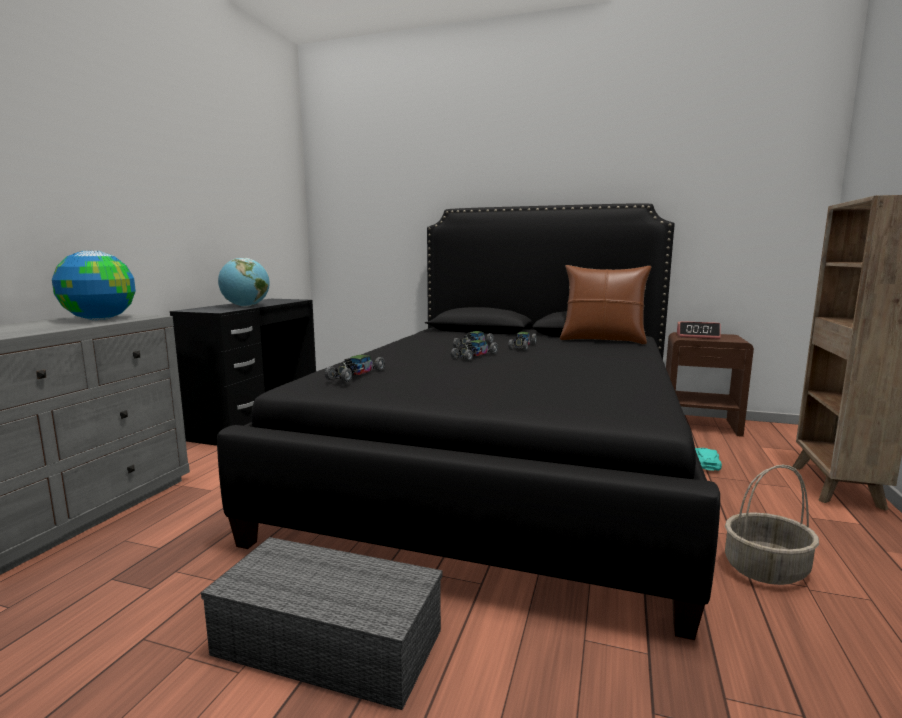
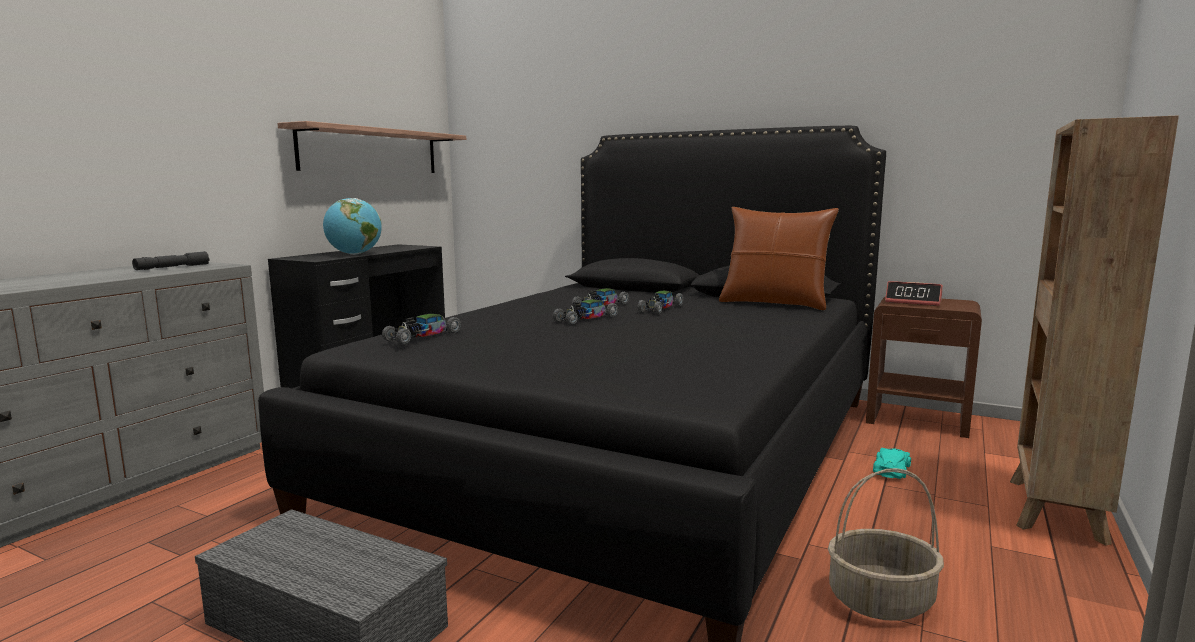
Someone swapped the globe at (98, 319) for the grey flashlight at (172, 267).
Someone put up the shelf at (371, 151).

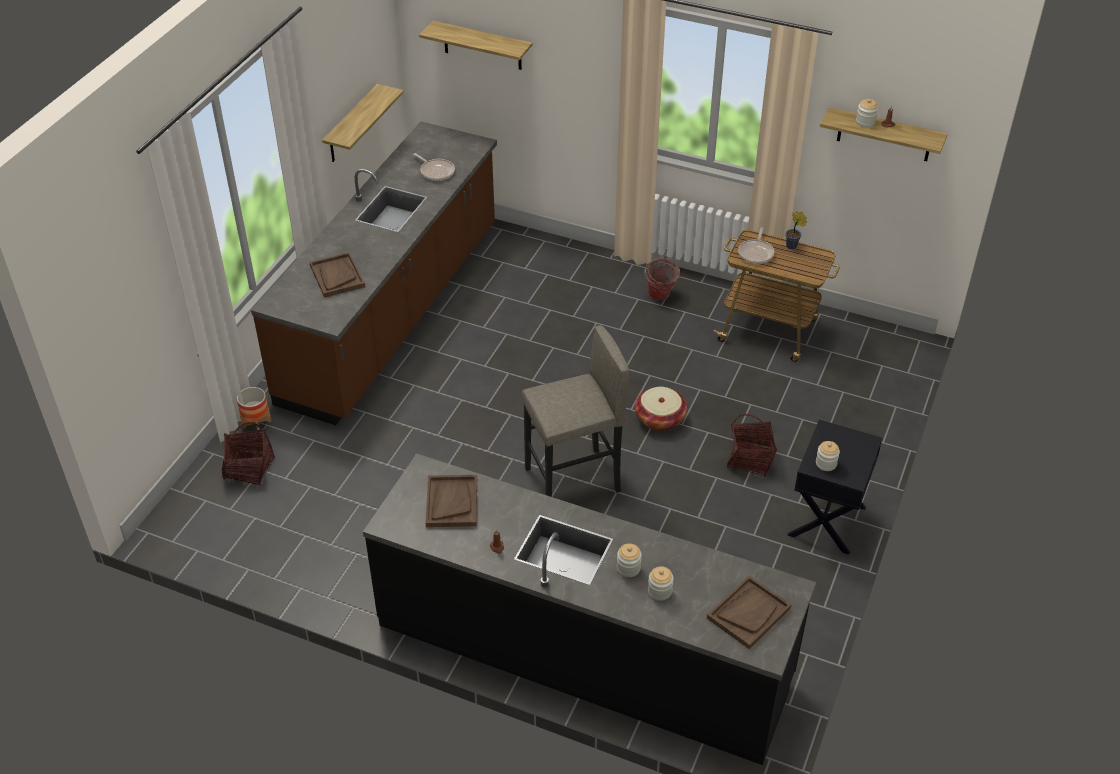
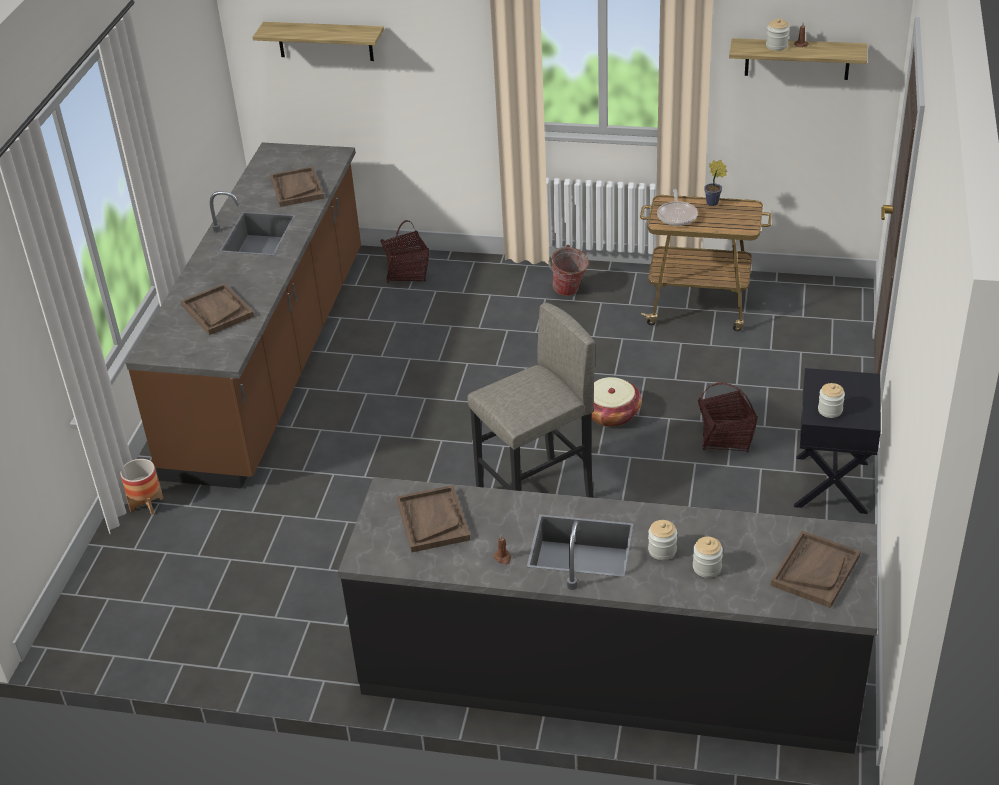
Someone swapped the frying pan at (436, 171) for the brown tray at (297, 188).
Someone carried the basket from (249, 469) to (407, 272).
Someone took away the shelf at (351, 125).

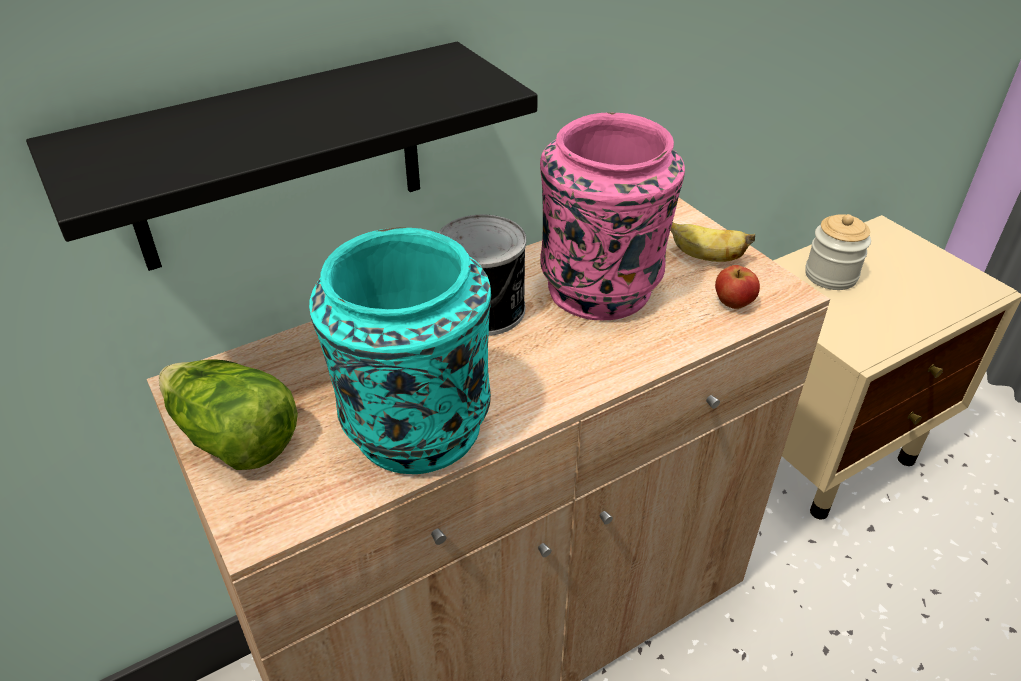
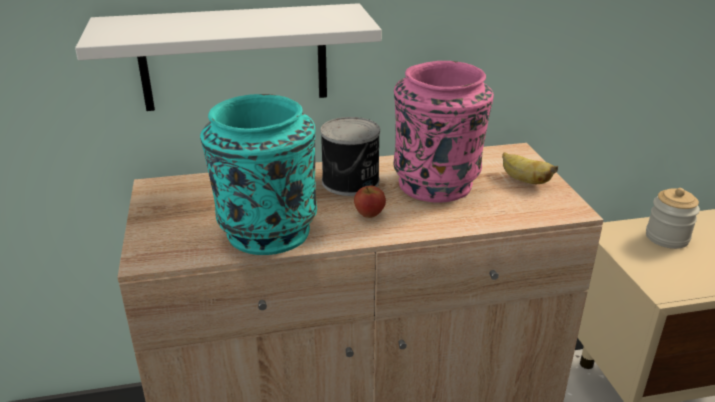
Someone repainted the black shelf at (278, 158), which became the white shelf at (234, 58).
Someone carried the apple from (733, 303) to (370, 214).
Someone took away the lettuce at (233, 438).

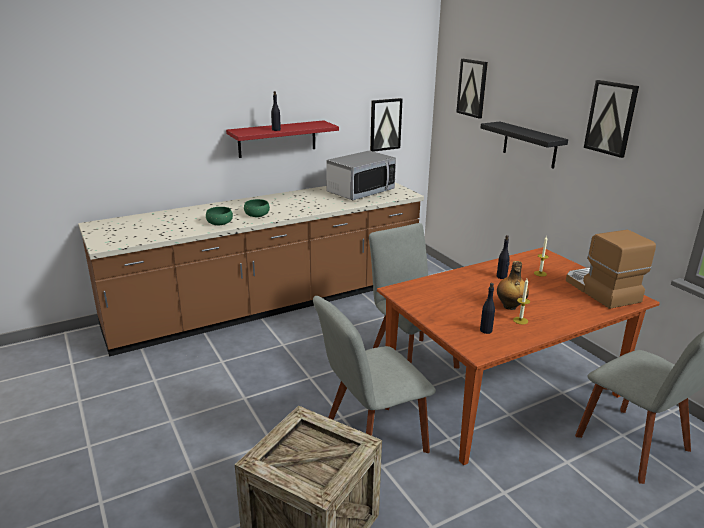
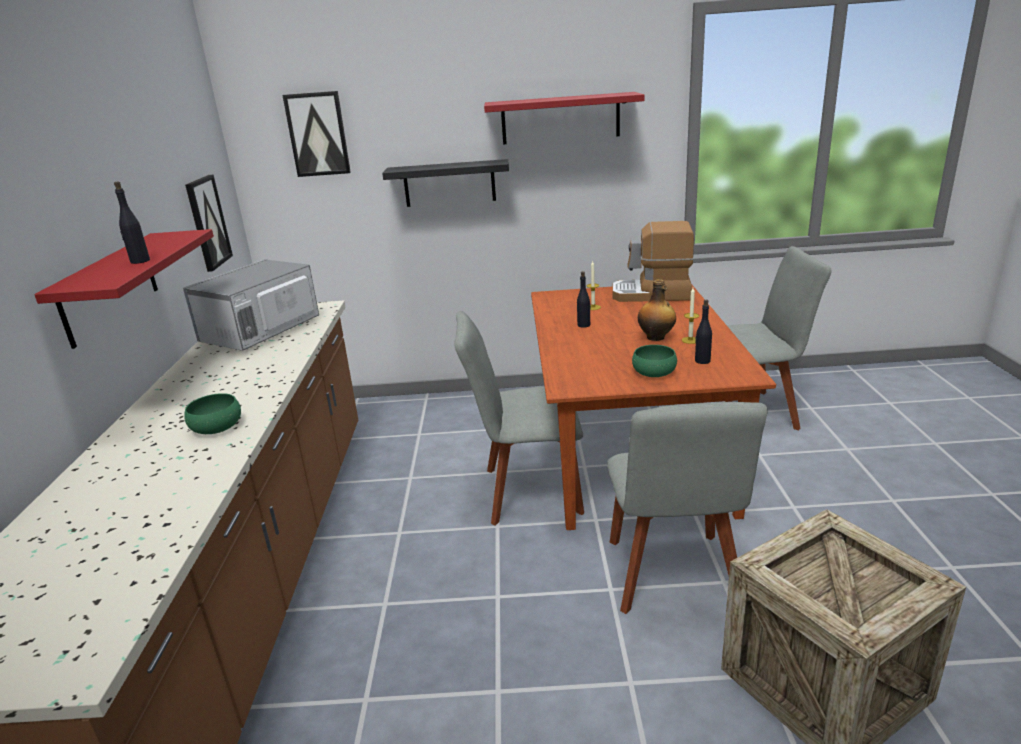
Someone rotated the microwave at (360, 192) by 135 degrees counterclockwise.
Someone swapped the picture at (611, 118) for the red shelf at (560, 118).
Someone carried the green bowl from (220, 223) to (654, 372).

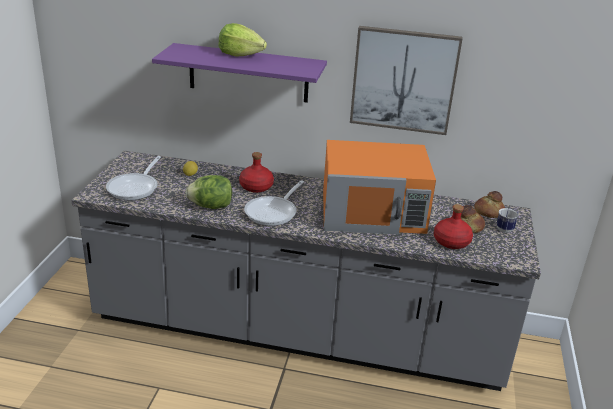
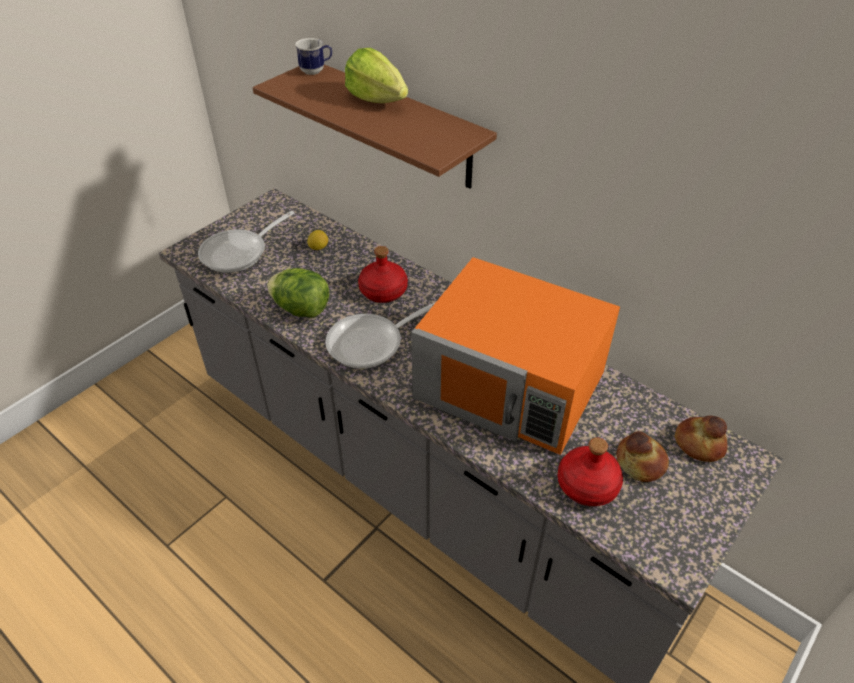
Someone repainted the purple shelf at (248, 73), which became the brown shelf at (398, 125).
Someone carried the mug from (506, 229) to (316, 71).
Someone took away the picture at (404, 80).

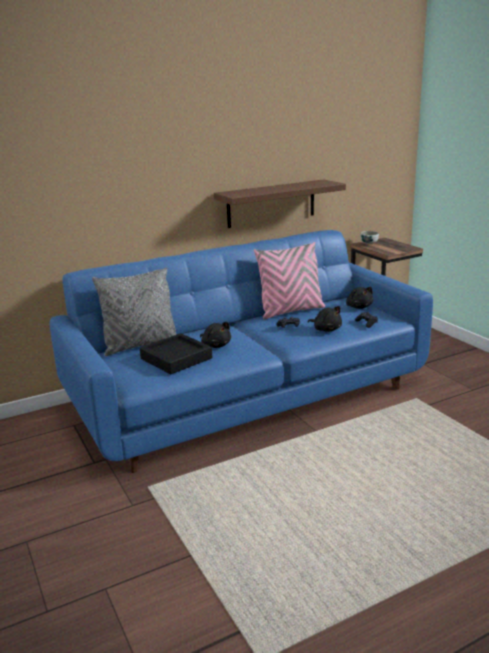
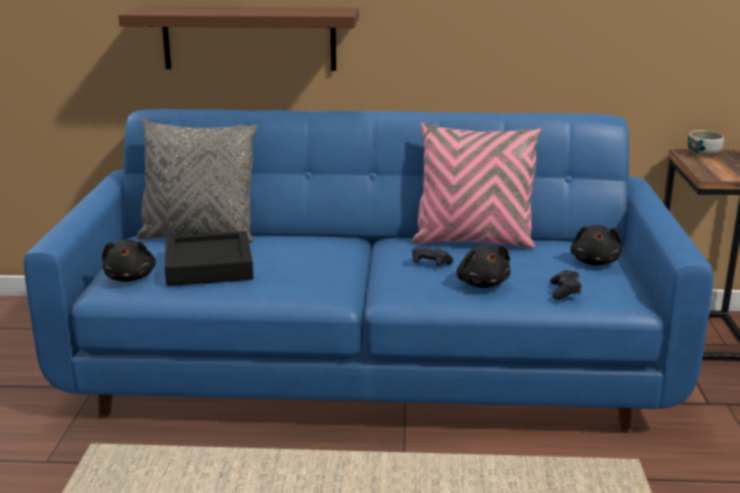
Someone carried the black plush toy from (215, 345) to (130, 277).
Someone carried the brown shelf from (271, 203) to (249, 38).

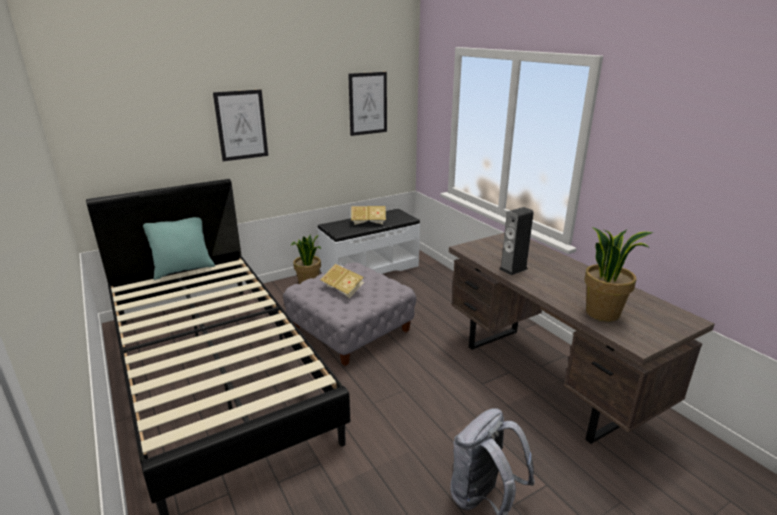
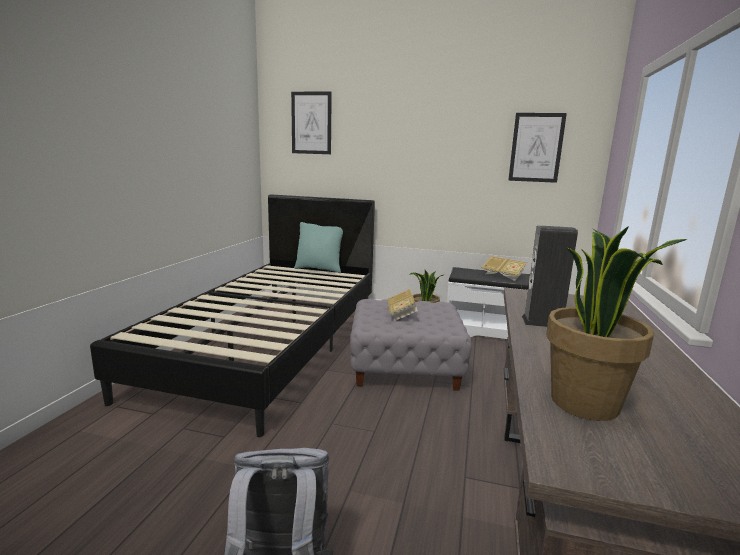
Someone carried the picture from (241, 125) to (311, 123).

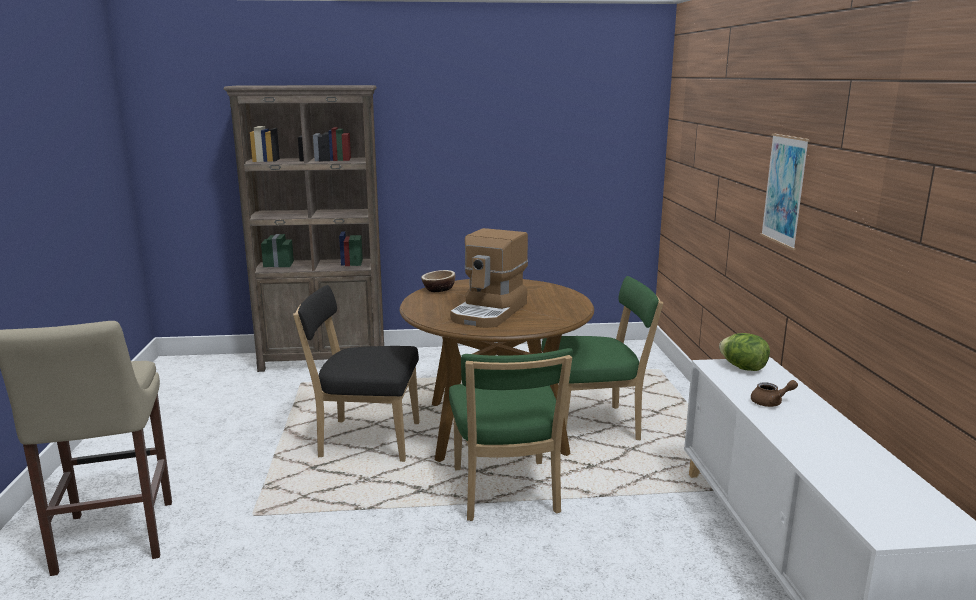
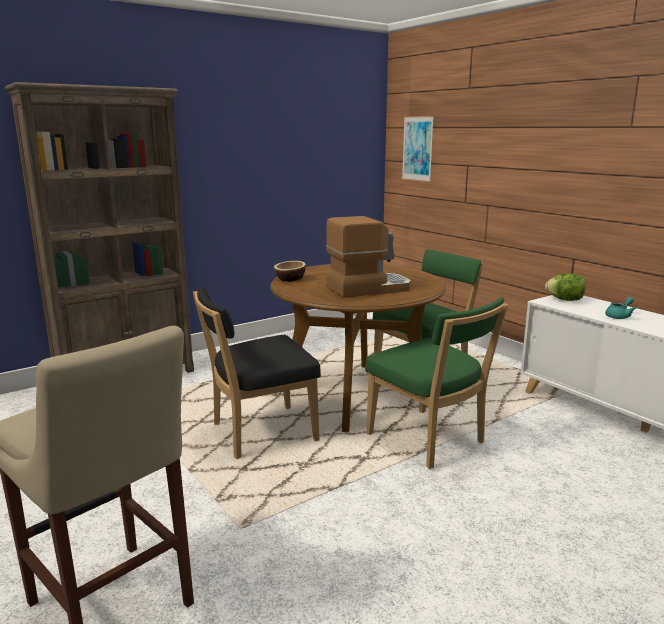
Someone rotated the coffee machine at (490, 312) by 105 degrees counterclockwise.
Someone carried the picture from (784, 190) to (417, 148).
Someone repainted the brown teapot at (771, 402), which became the turquoise teapot at (619, 316).

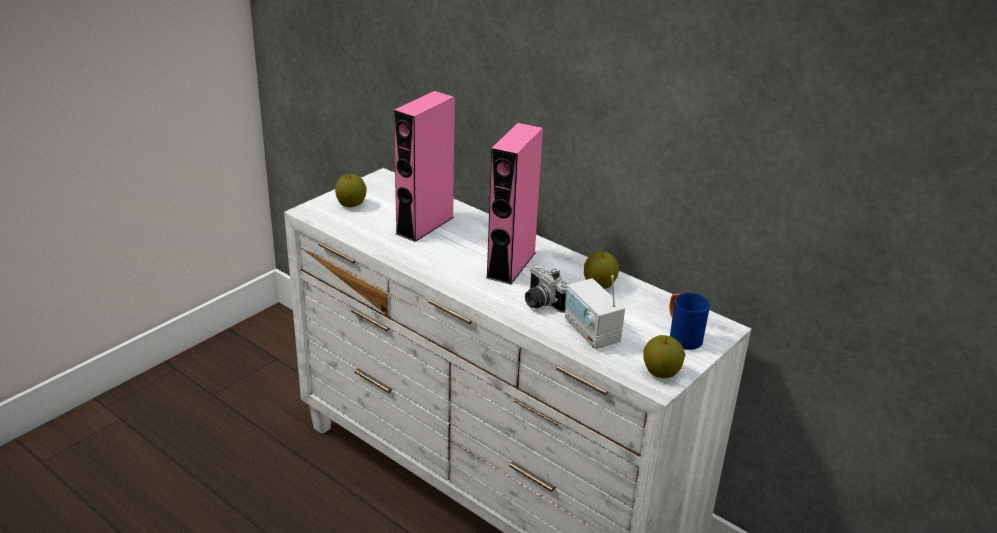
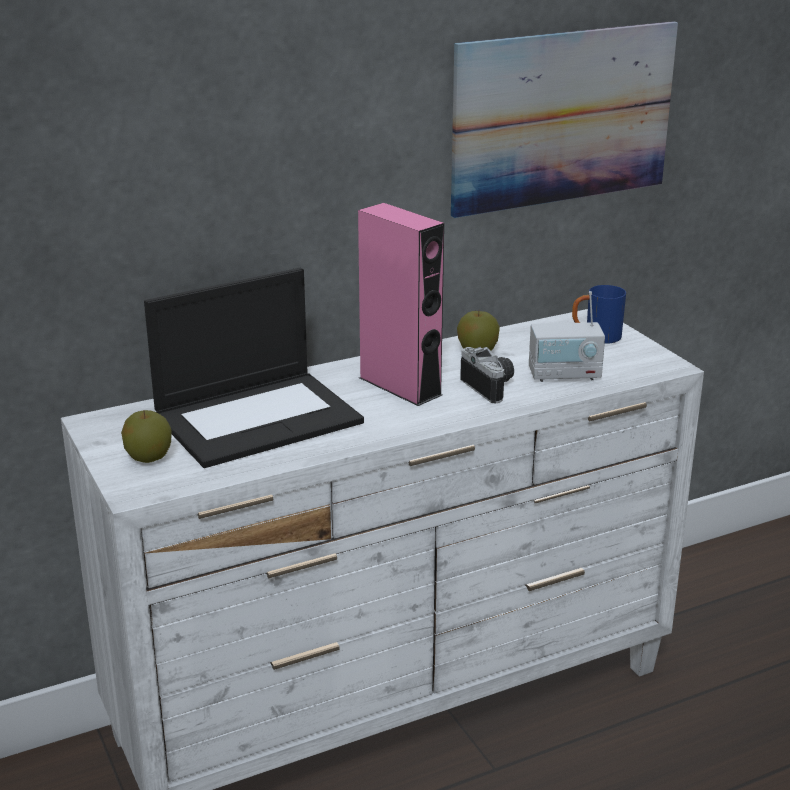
Someone swapped the pink speaker at (425, 225) for the laptop at (259, 418).
Someone put up the picture at (563, 117).
Someone rotated the photo camera at (541, 303) by 105 degrees counterclockwise.
Someone took away the apple at (661, 372).

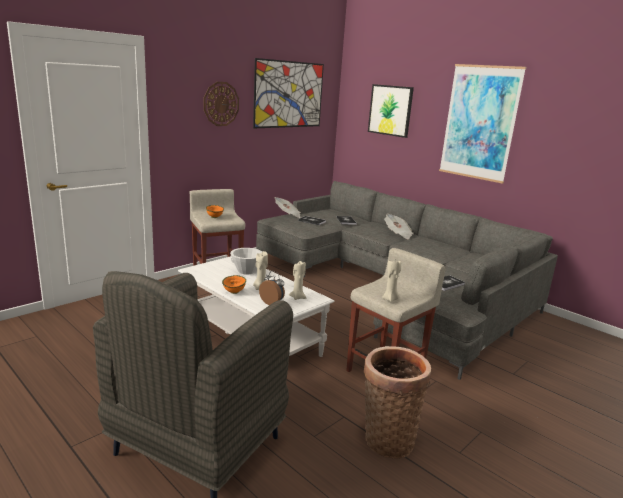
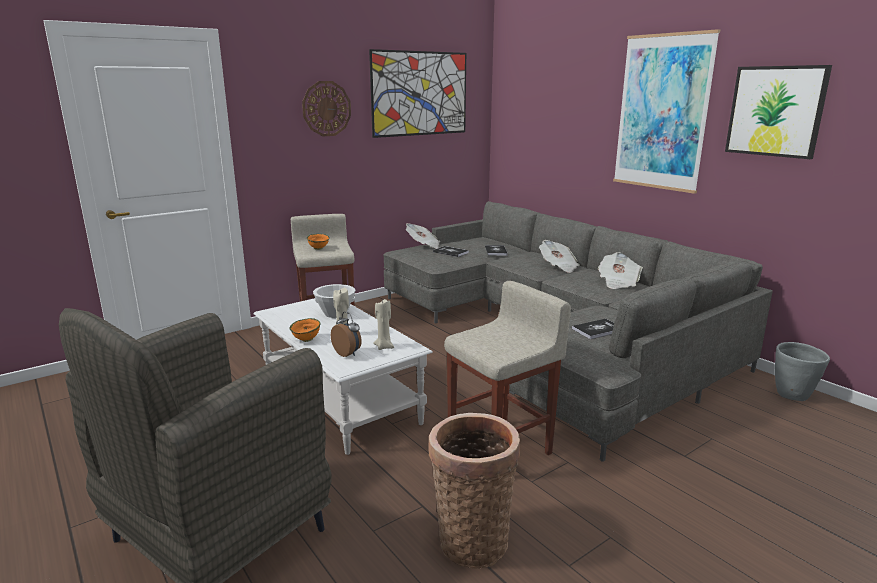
Someone put down the newspaper at (618, 282).
Someone carried the picture from (390, 110) to (775, 111).
Someone put down the grey planter at (793, 395).
Someone took away the beige candle at (390, 299).

